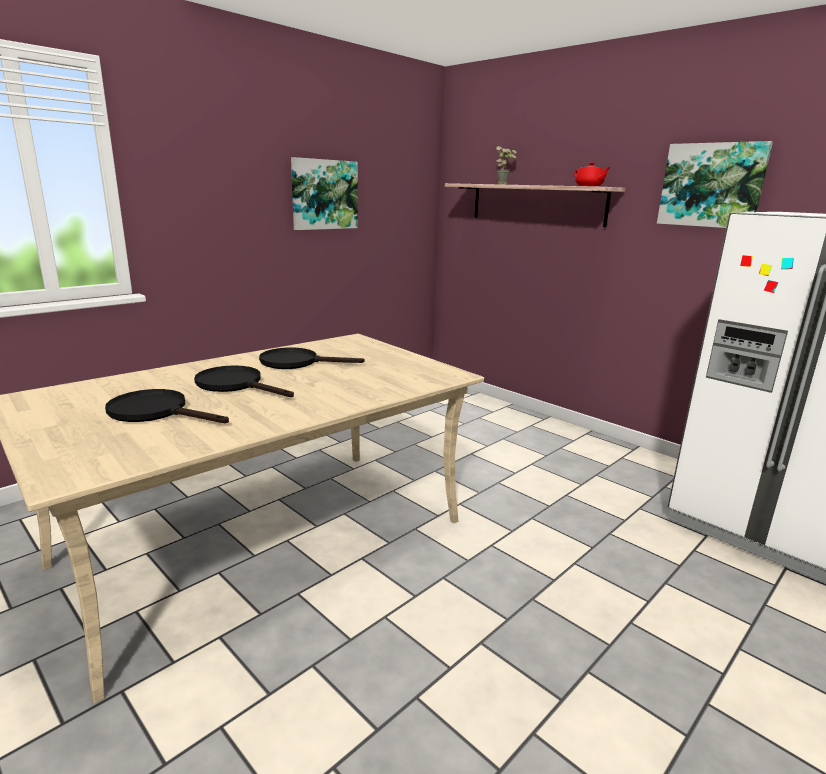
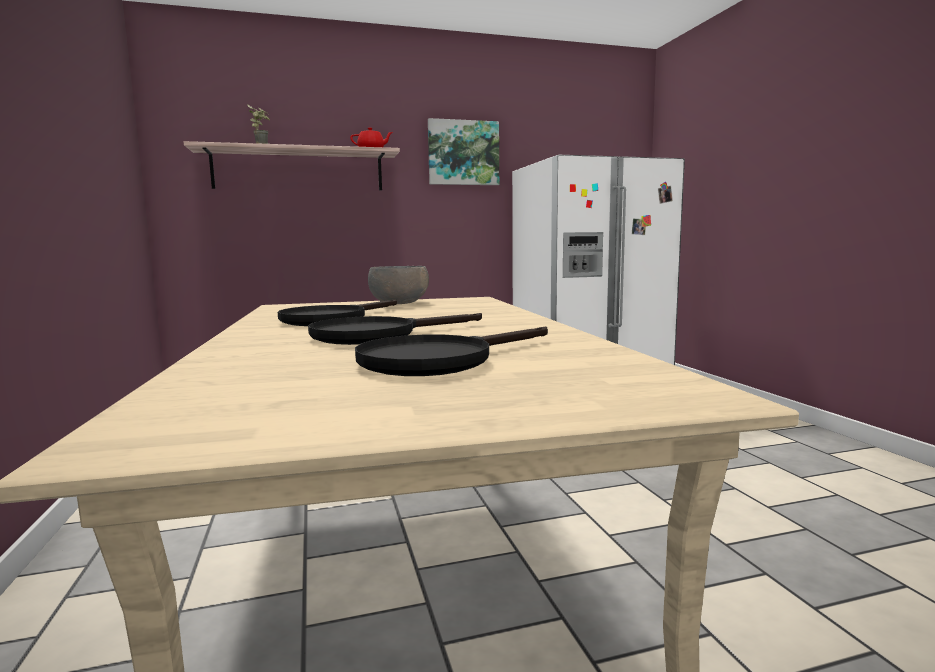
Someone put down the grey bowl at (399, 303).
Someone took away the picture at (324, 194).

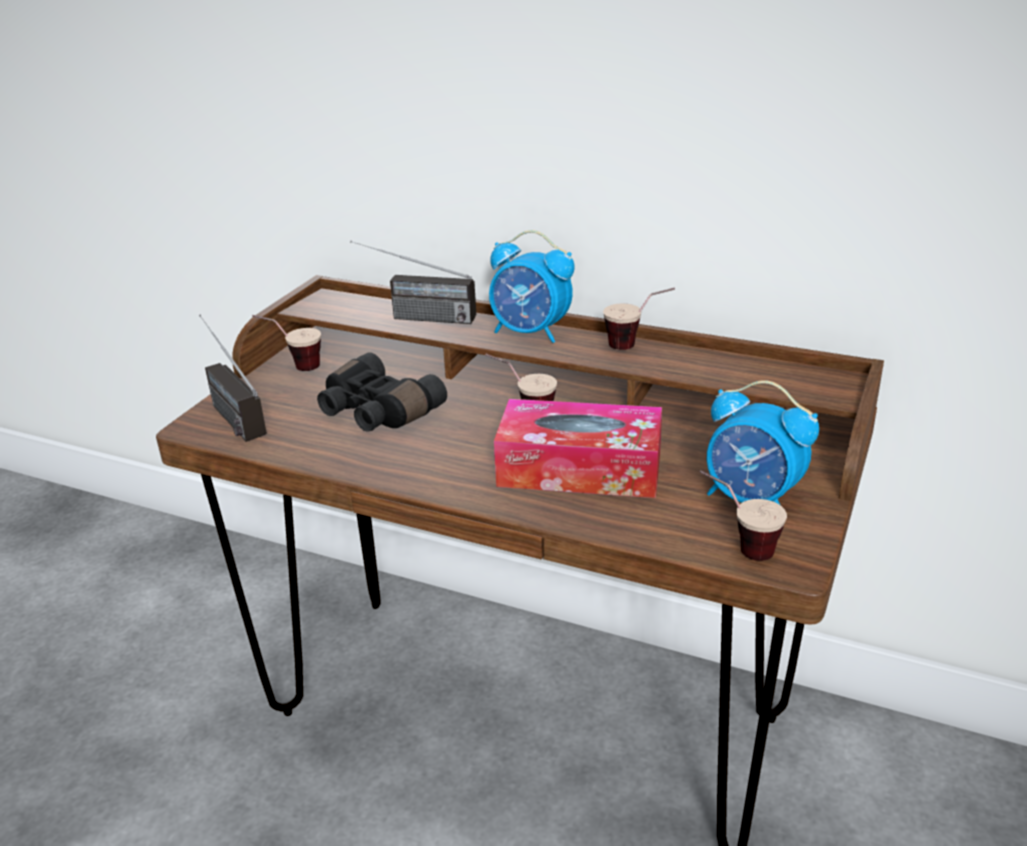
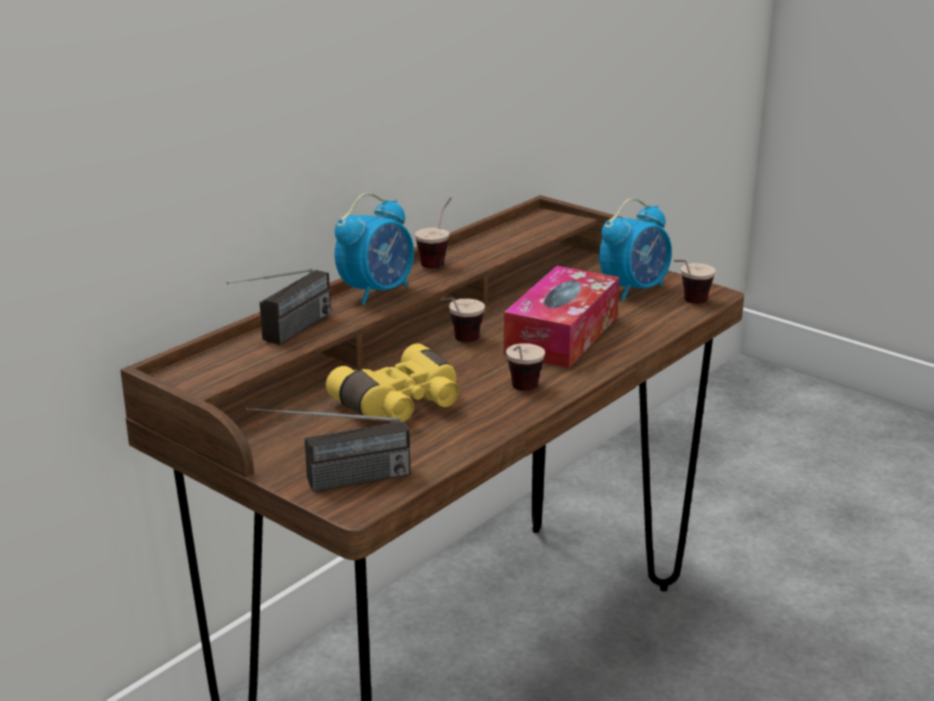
Someone repainted the black binoculars at (376, 412), which became the yellow binoculars at (401, 405).
Someone carried the cup from (293, 367) to (521, 393).

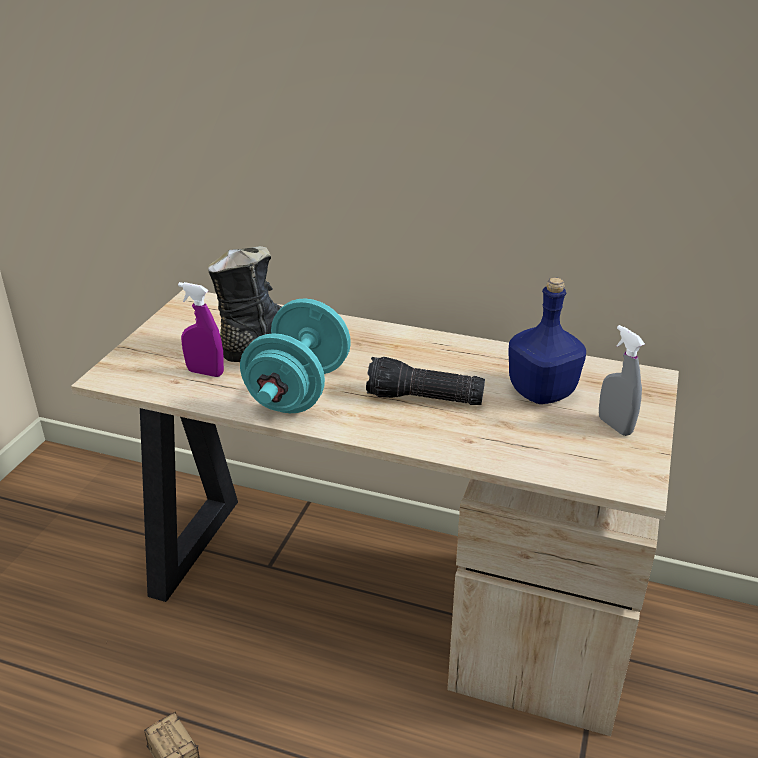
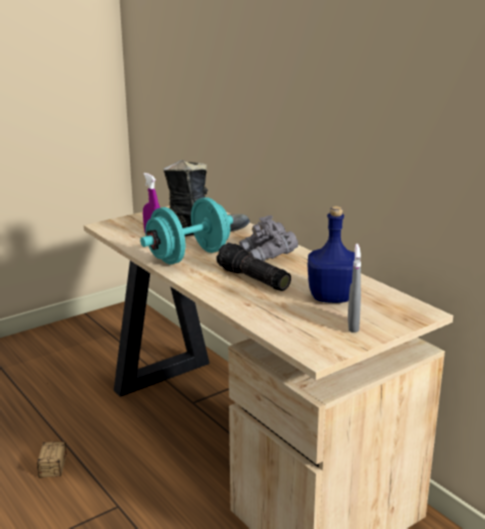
Someone put down the grey binoculars at (268, 255).

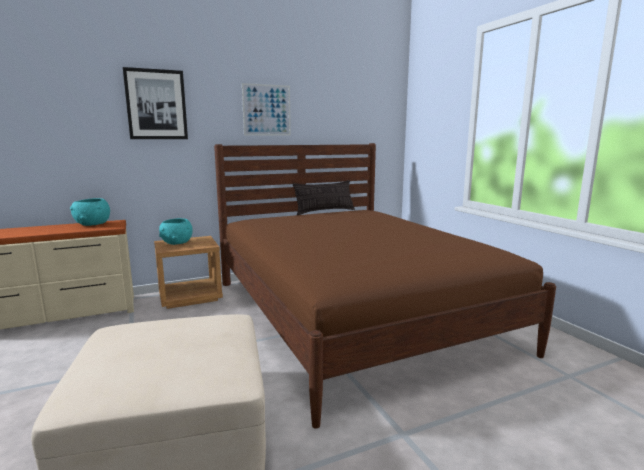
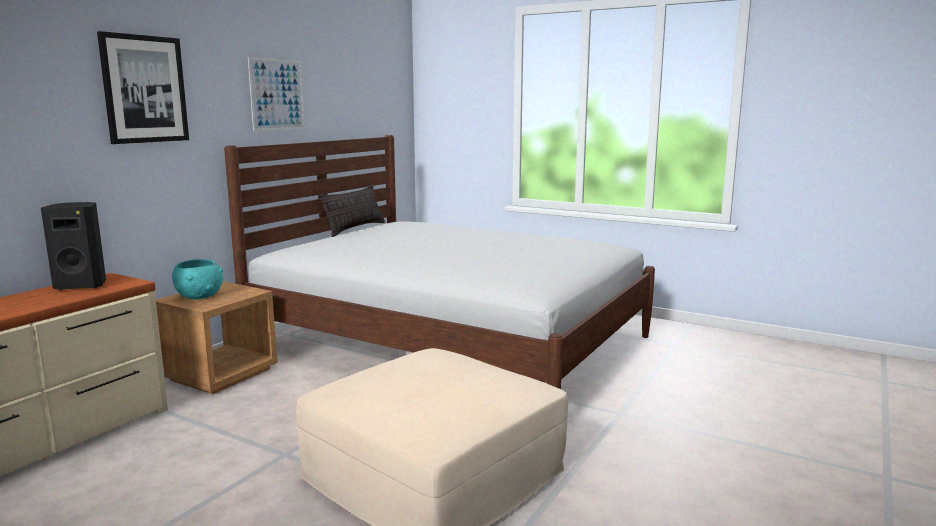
Someone swapped the turquoise bowl at (93, 224) for the black speaker at (82, 285).
Someone repainted the brown bed at (353, 313), which became the white bed at (452, 343).

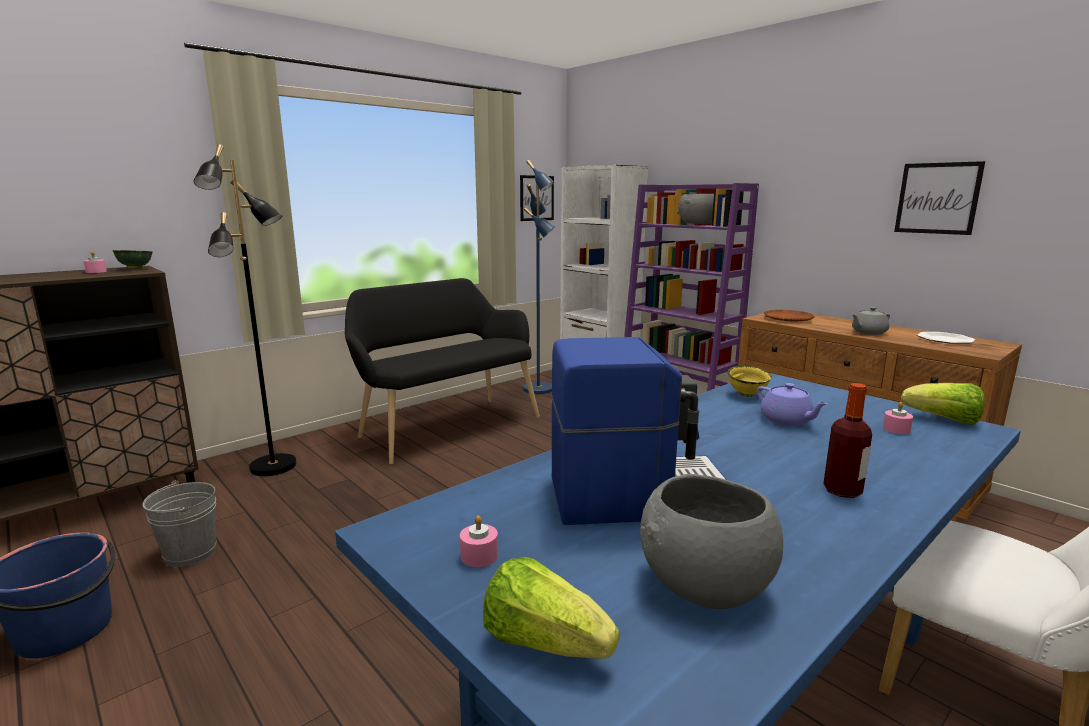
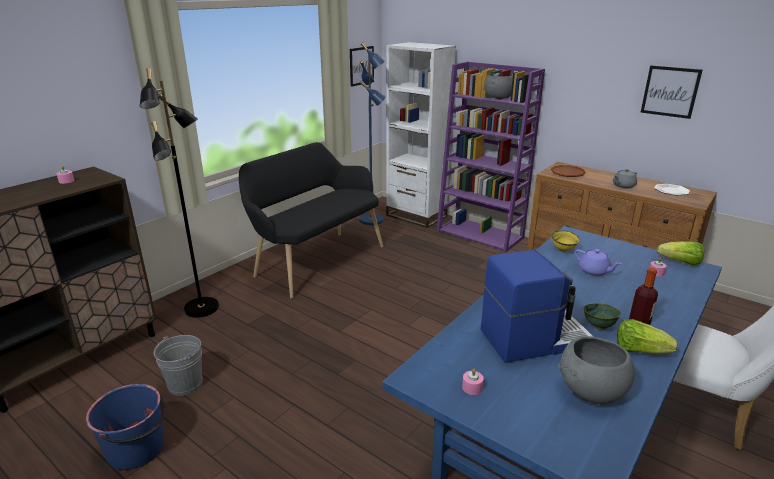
Someone carried the green bowl from (135, 268) to (598, 326).
Someone carried the lettuce from (544, 642) to (639, 350).

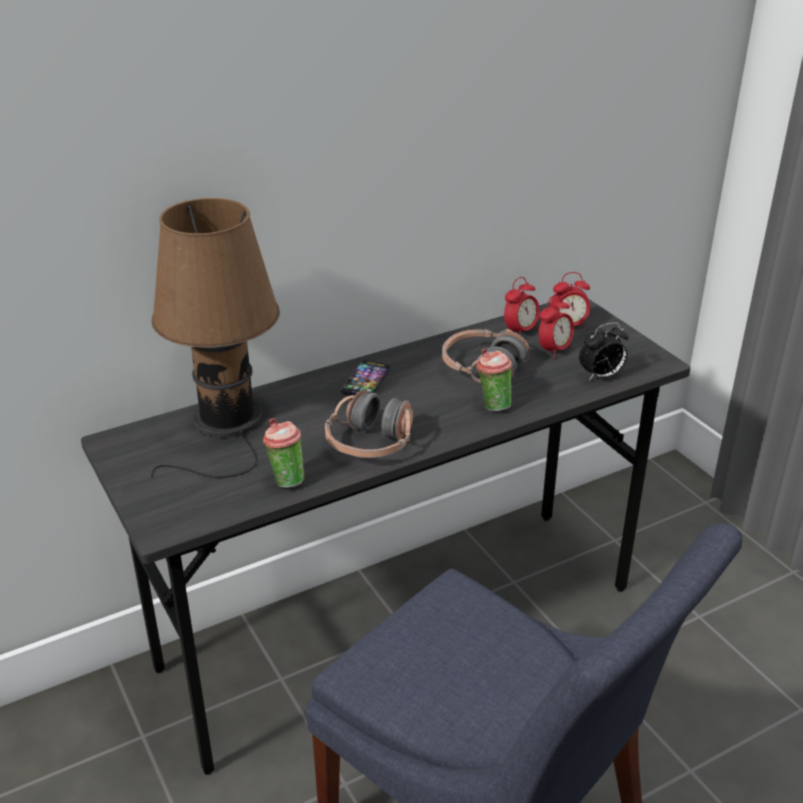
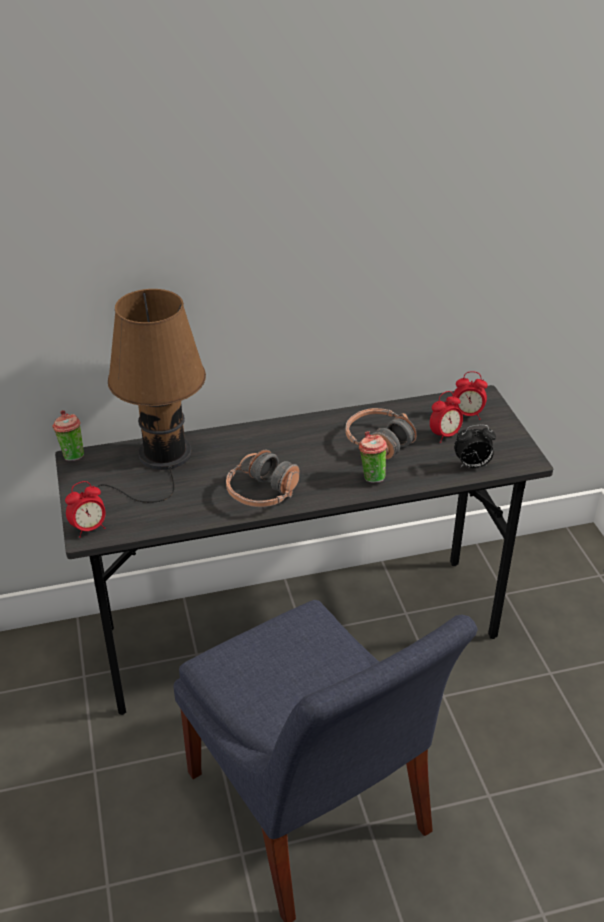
Someone carried the cup from (285, 480) to (72, 455).
Someone carried the alarm clock from (520, 331) to (89, 528).
Someone took away the phone at (366, 380).

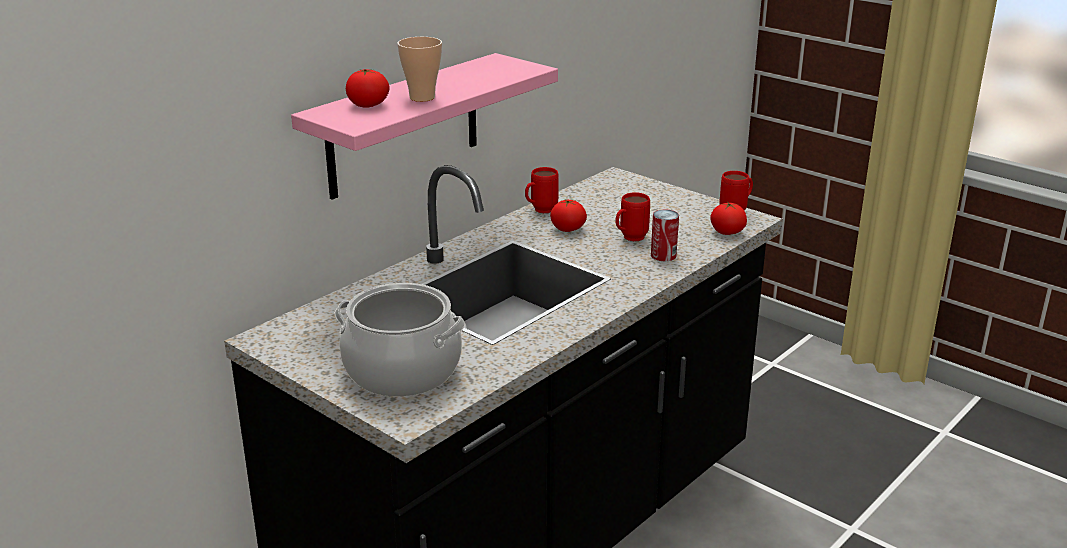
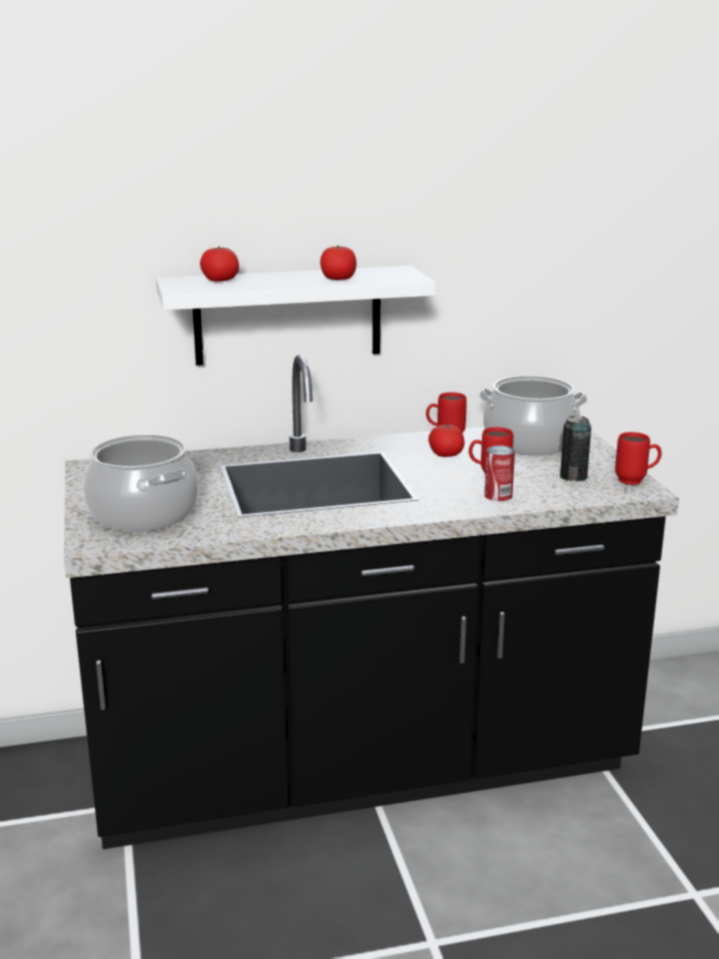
Someone repainted the pink shelf at (404, 126), which became the white shelf at (288, 315).
Someone carried the tomato from (727, 232) to (338, 279).
Someone put down the cooking pot at (529, 443).
Someone put down the can at (573, 477).
Someone took away the cup at (422, 97).

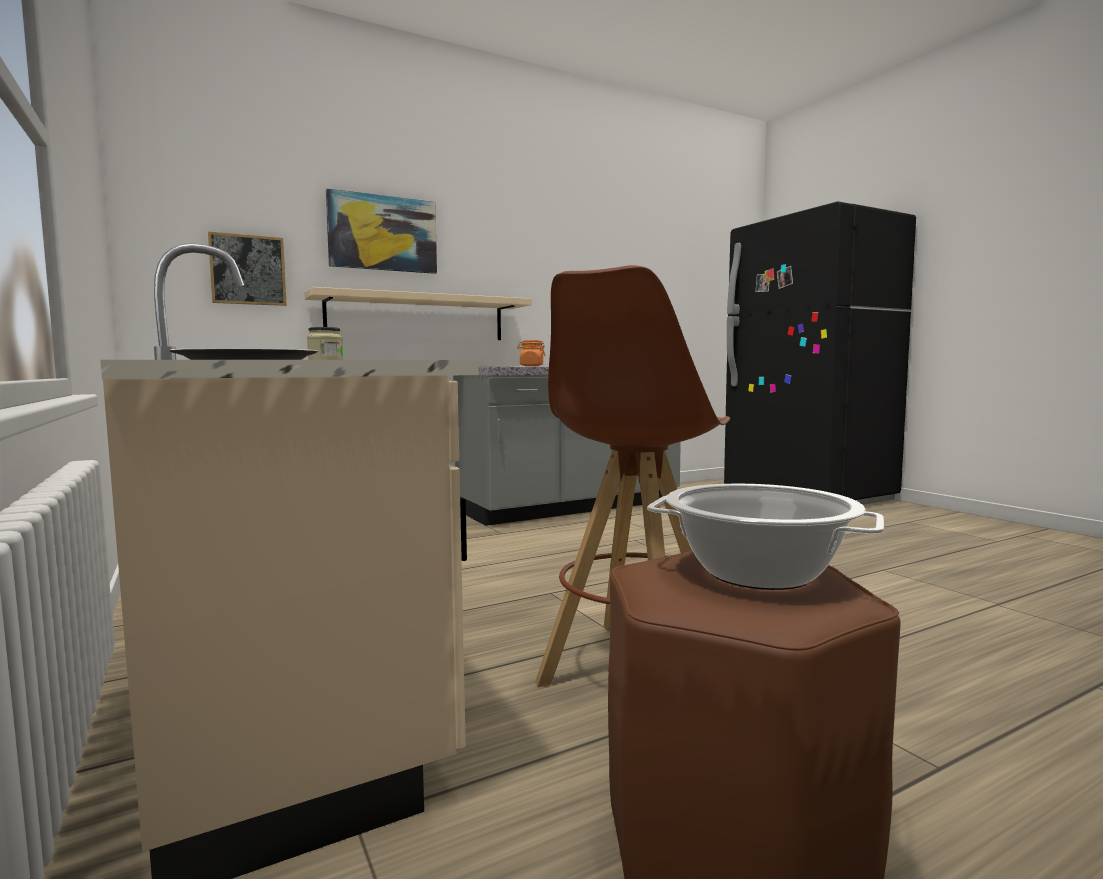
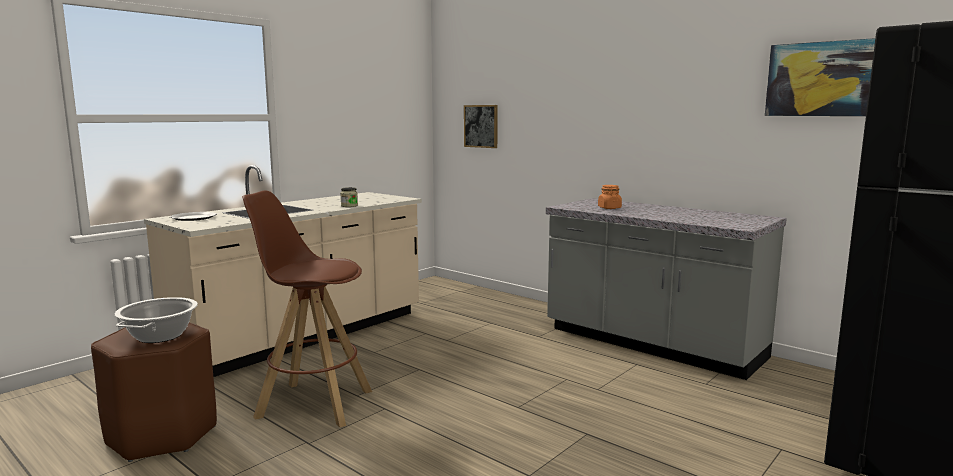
Someone carried the picture from (382, 233) to (826, 79).
Someone took away the beige shelf at (417, 318).

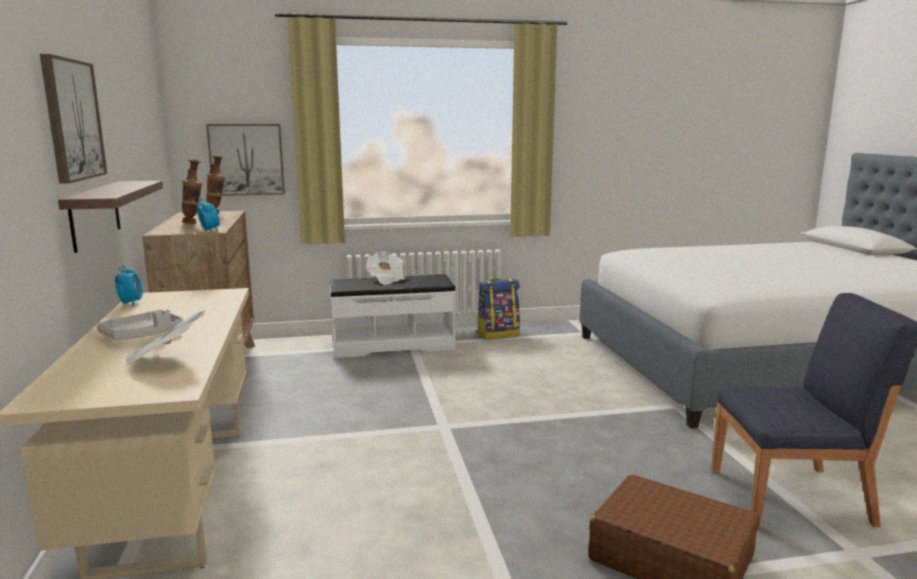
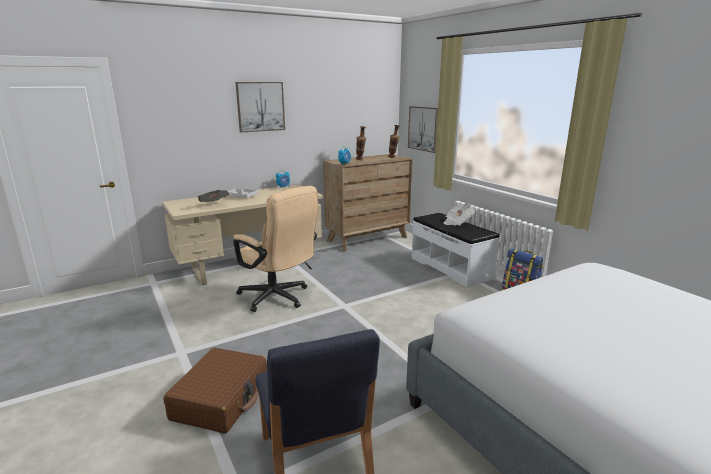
Someone put down the beige office chair at (278, 298).
Someone took away the shelf at (95, 214).

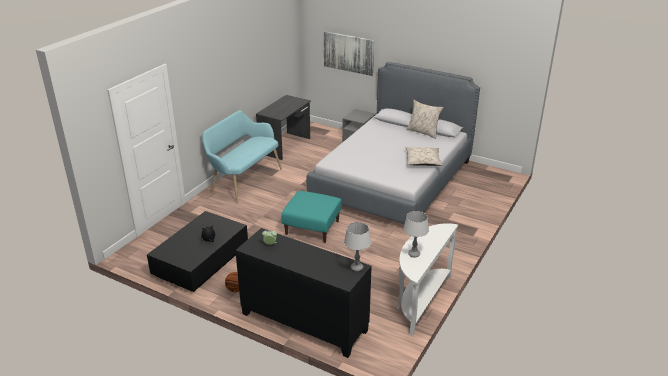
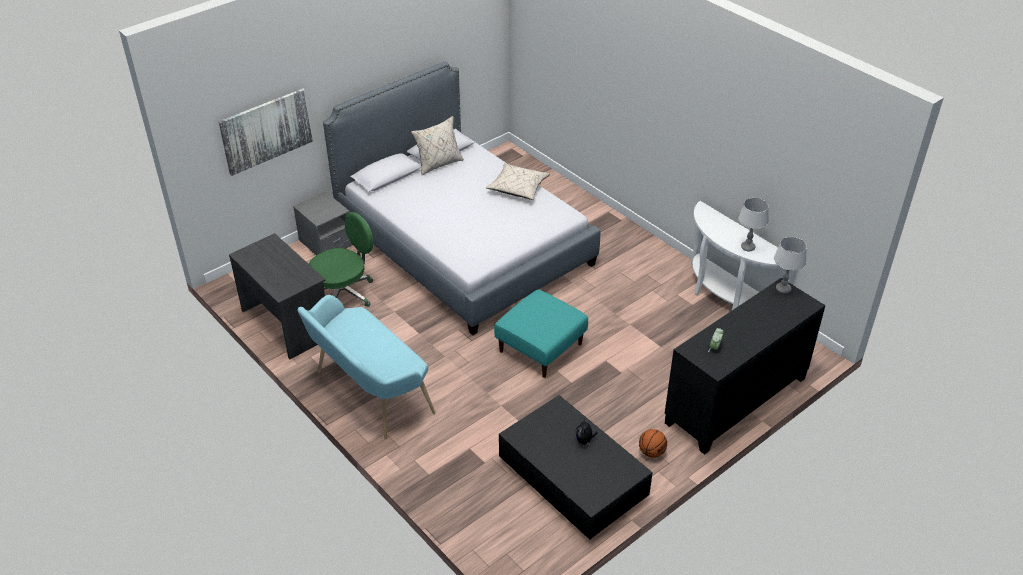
Someone put down the green office chair at (344, 293).

